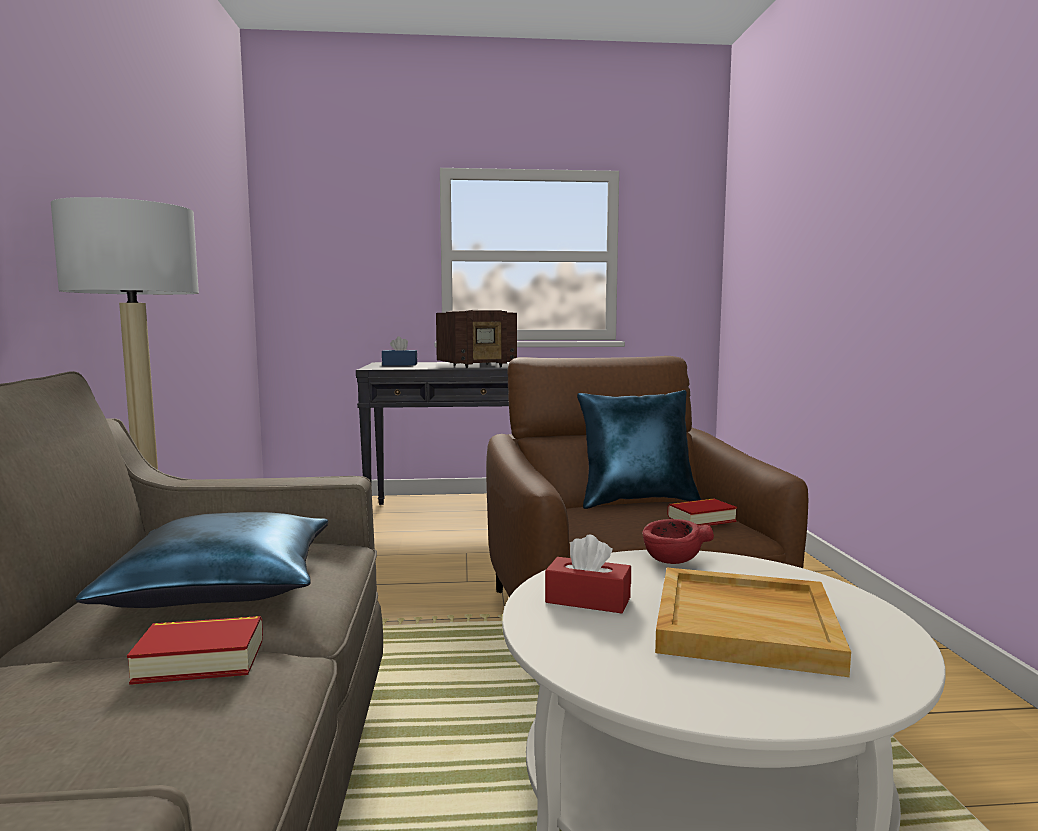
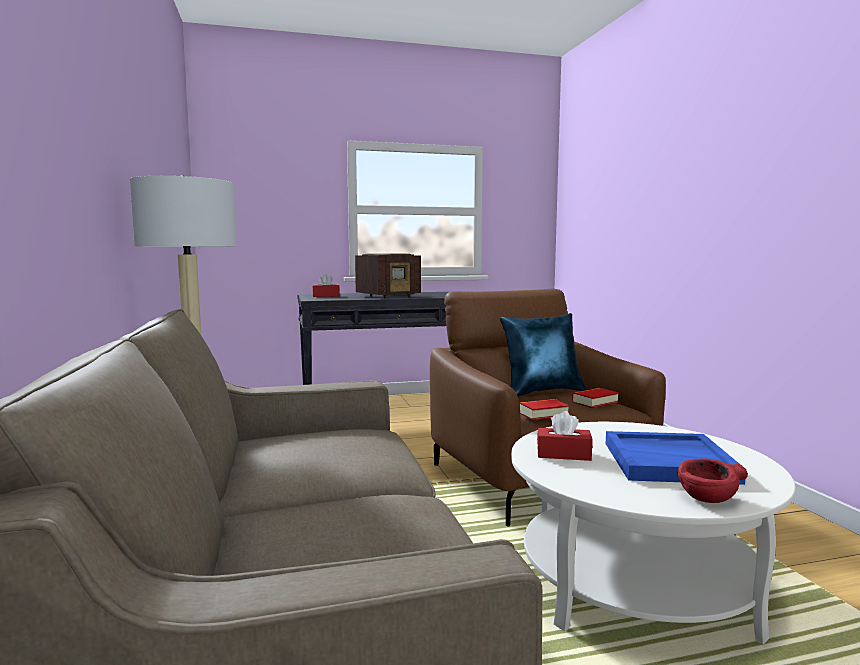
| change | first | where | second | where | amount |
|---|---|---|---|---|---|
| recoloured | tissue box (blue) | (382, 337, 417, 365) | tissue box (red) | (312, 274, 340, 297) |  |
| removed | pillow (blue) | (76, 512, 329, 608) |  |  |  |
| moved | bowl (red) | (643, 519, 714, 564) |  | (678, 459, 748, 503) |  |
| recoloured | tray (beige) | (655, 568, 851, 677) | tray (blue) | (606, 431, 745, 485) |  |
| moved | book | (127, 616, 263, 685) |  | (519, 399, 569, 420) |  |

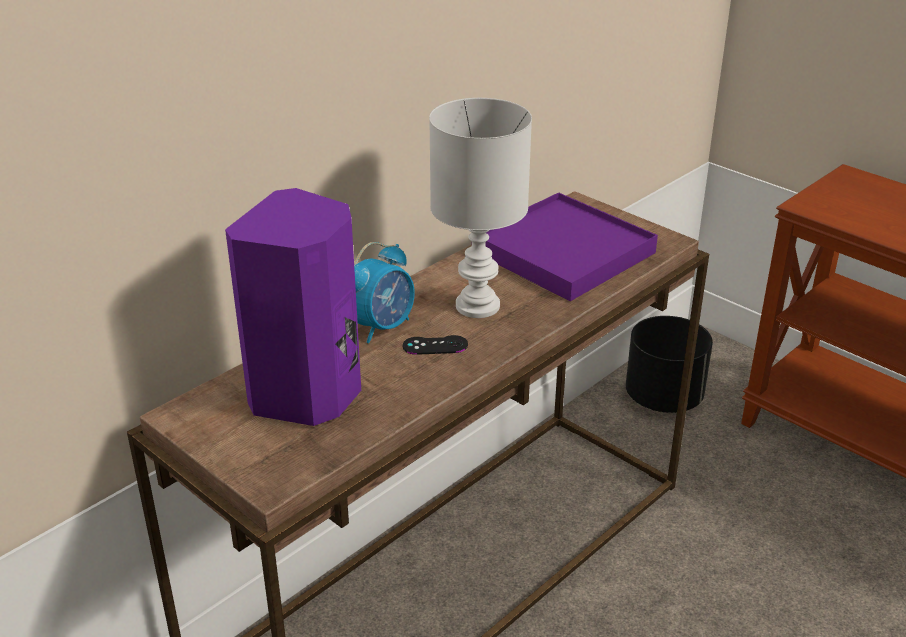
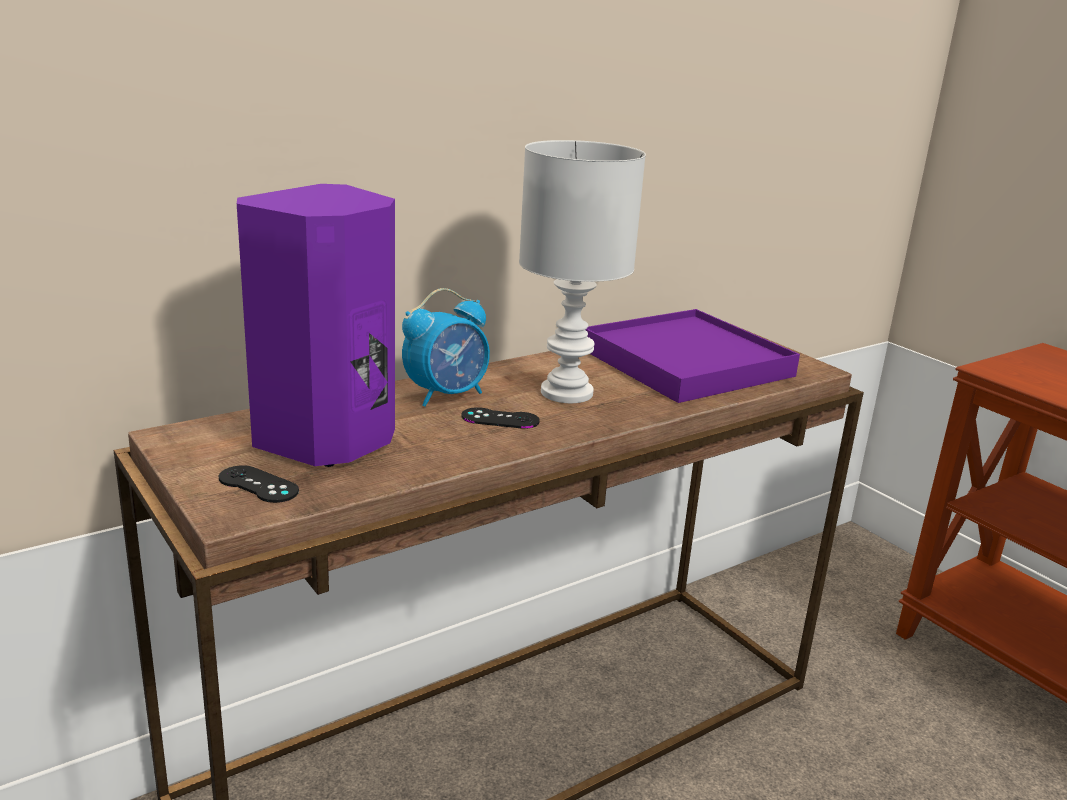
| change | first | where | second | where | amount |
|---|---|---|---|---|---|
| removed | planter (black) | (626, 316, 713, 413) |  |  |  |
| added |  |  | game controller (black) | (219, 465, 299, 503) |  |

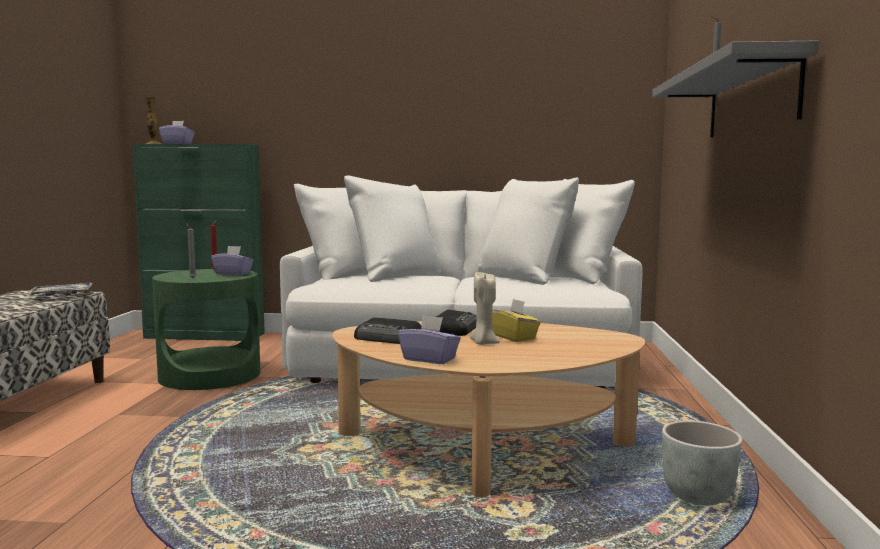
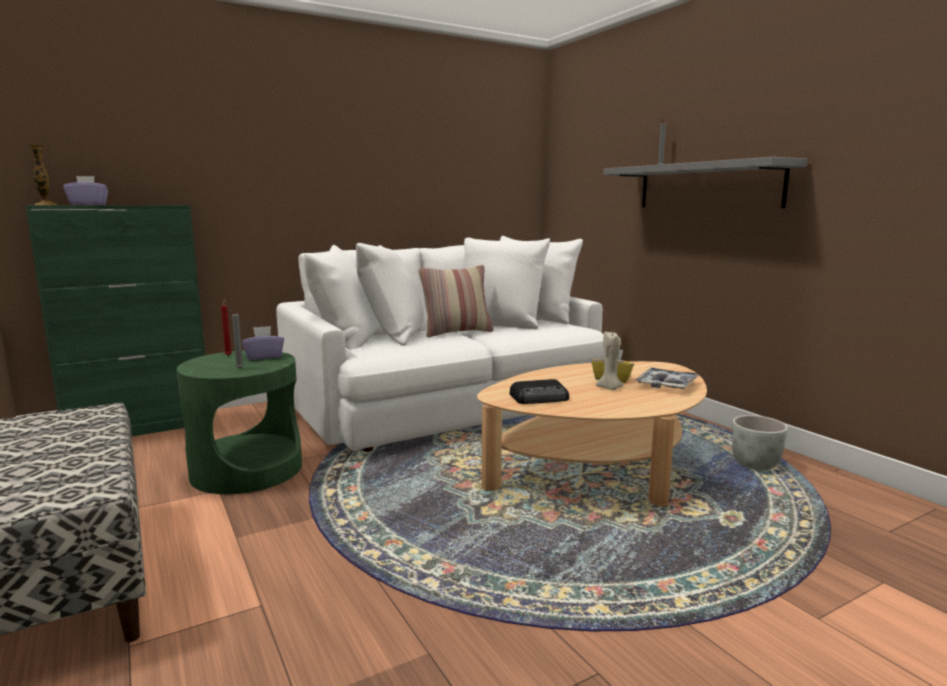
| change | first | where | second | where | amount |
|---|---|---|---|---|---|
| moved | tray | (28, 283, 93, 296) |  | (635, 368, 700, 389) |  |
| removed | radio | (436, 310, 476, 336) |  |  |  |
| removed | tissue box (purple) | (398, 315, 461, 364) |  |  |  |
| added |  |  | pillow | (418, 265, 494, 337) |  |

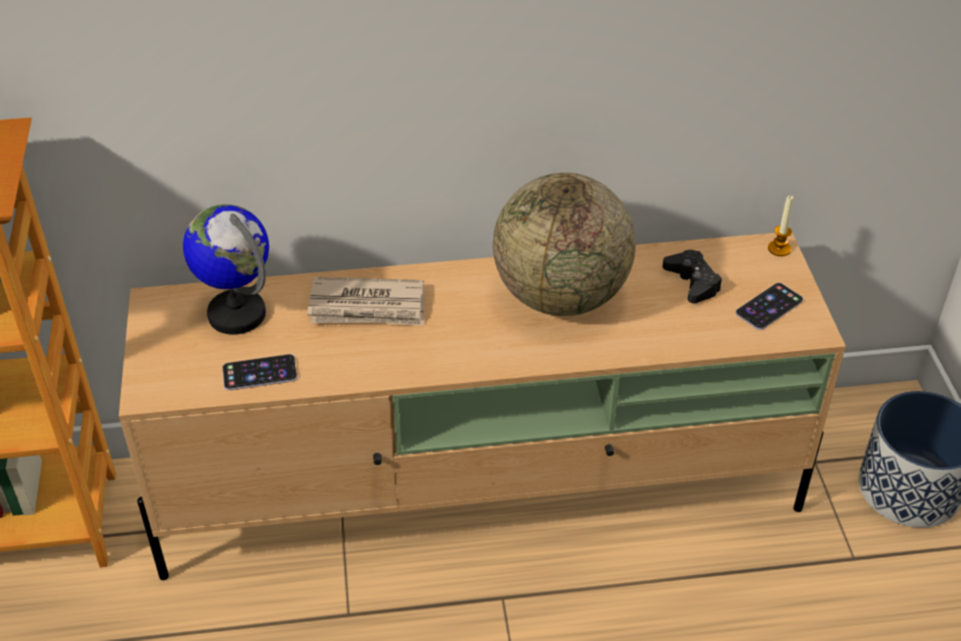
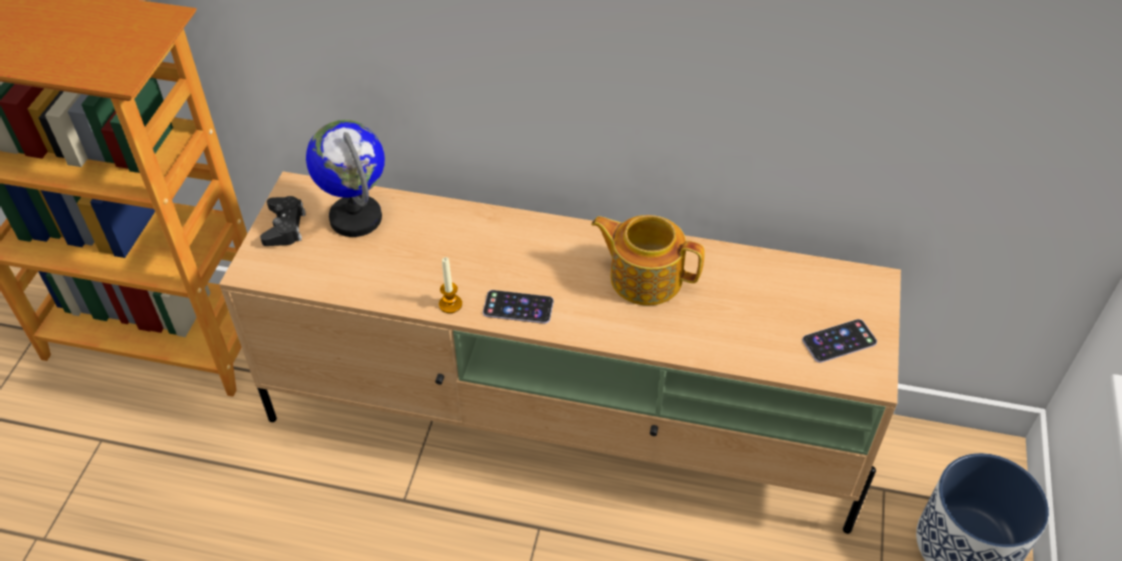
| change | first | where | second | where | amount |
|---|---|---|---|---|---|
| replaced | globe | (493, 173, 636, 316) | teapot | (591, 215, 705, 306) |  |
| moved | candle | (768, 195, 794, 256) |  | (439, 257, 462, 313) |  |
| moved | game controller (black) | (662, 250, 722, 303) |  | (260, 196, 306, 246) |  |
| removed | newspaper | (307, 277, 424, 325) |  |  |  |
| moved | phone | (222, 354, 298, 391) |  | (483, 290, 554, 324) |  |

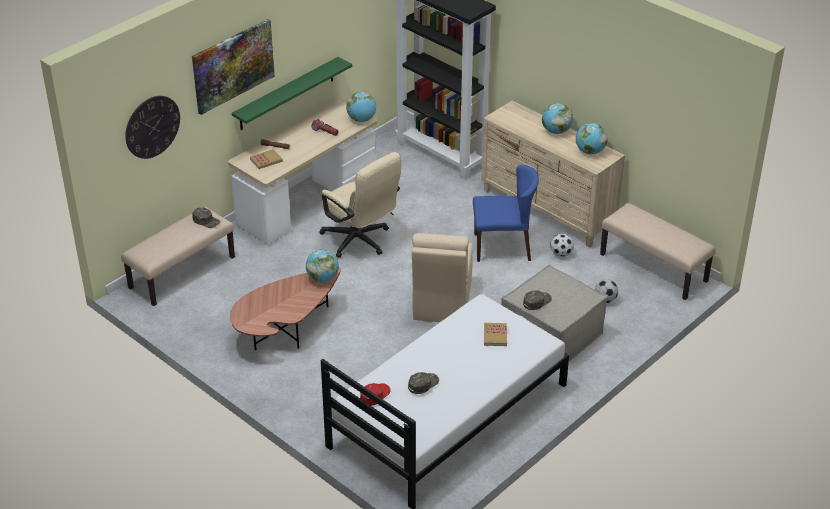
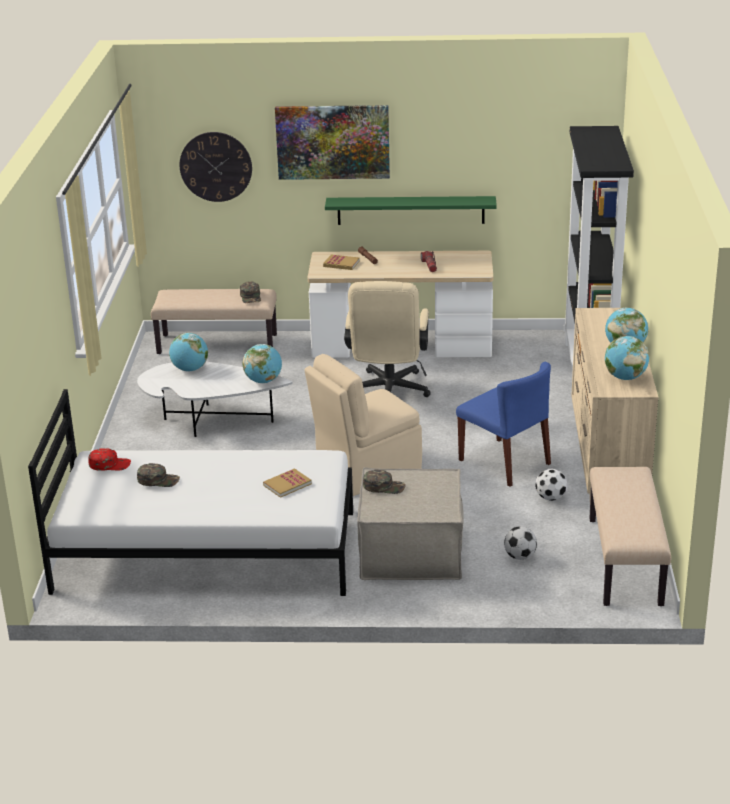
| change | first | where | second | where | amount |
|---|---|---|---|---|---|
| moved | globe | (346, 92, 376, 122) |  | (169, 333, 208, 371) |  |
| recoloured | coffee table (brown) | (230, 268, 341, 350) | coffee table (white) | (137, 362, 293, 437) |  |

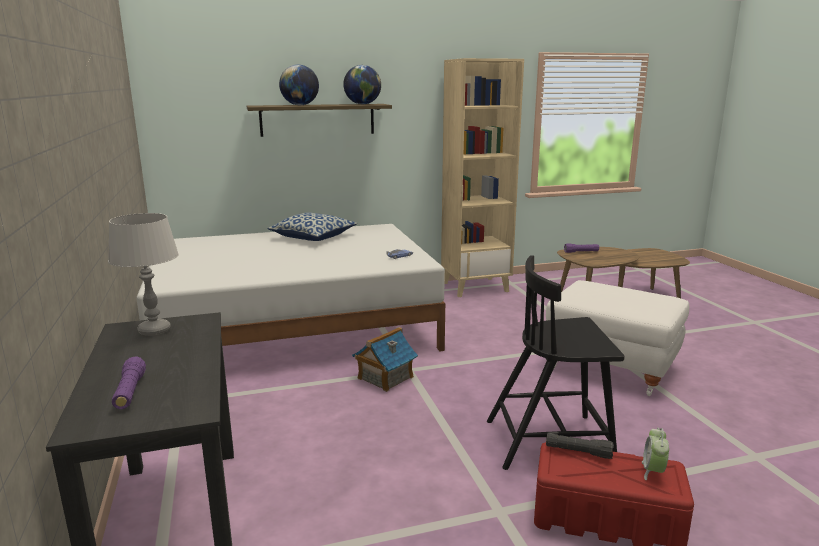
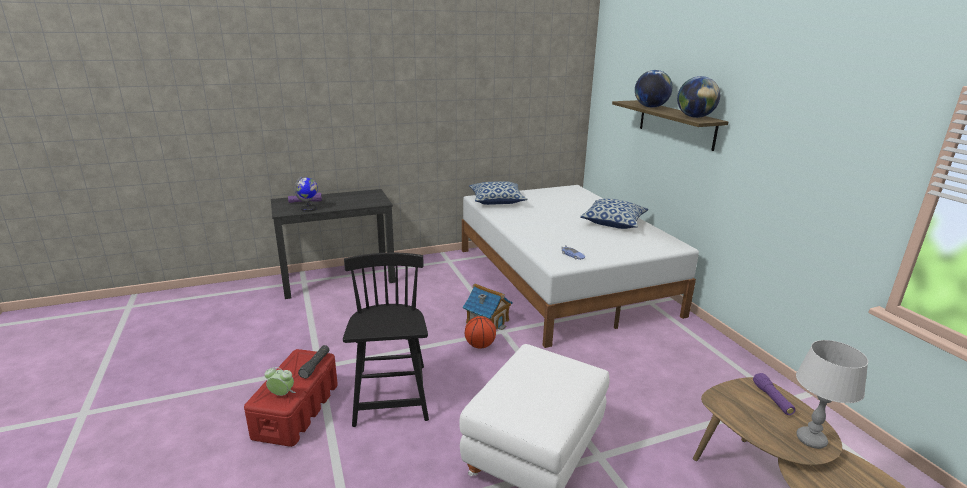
| change | first | where | second | where | amount |
|---|---|---|---|---|---|
| removed | bookcase (beige) | (441, 58, 524, 297) |  |  |  |
| moved | table lamp (grey) | (108, 213, 179, 336) |  | (796, 340, 868, 449) |  |
| added |  |  | globe | (294, 176, 318, 212) |  |
| added |  |  | pillow | (469, 181, 528, 205) |  |
| added |  |  | basketball | (465, 316, 496, 349) |  |

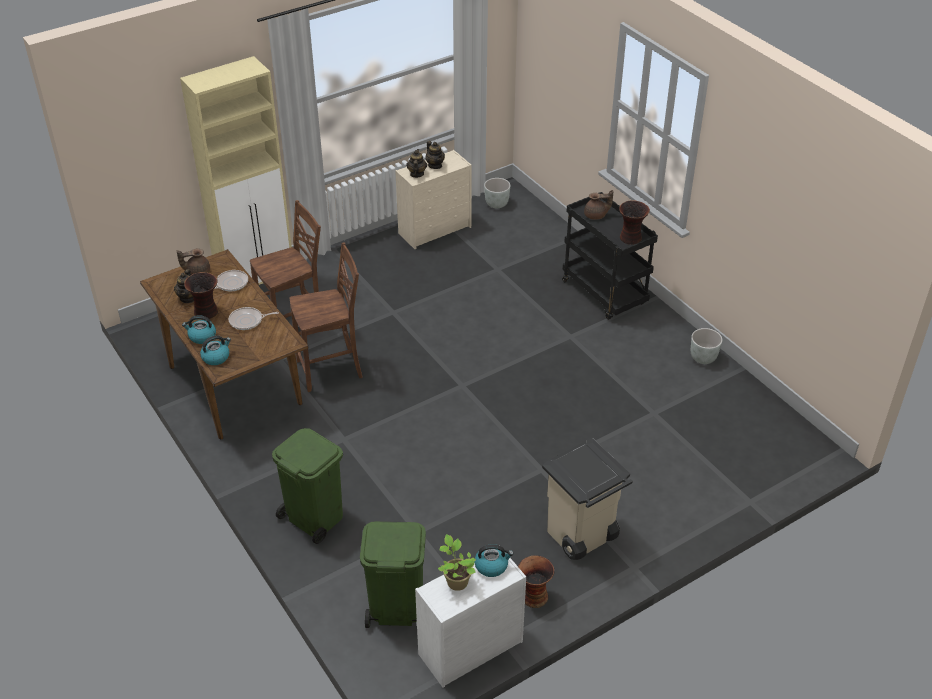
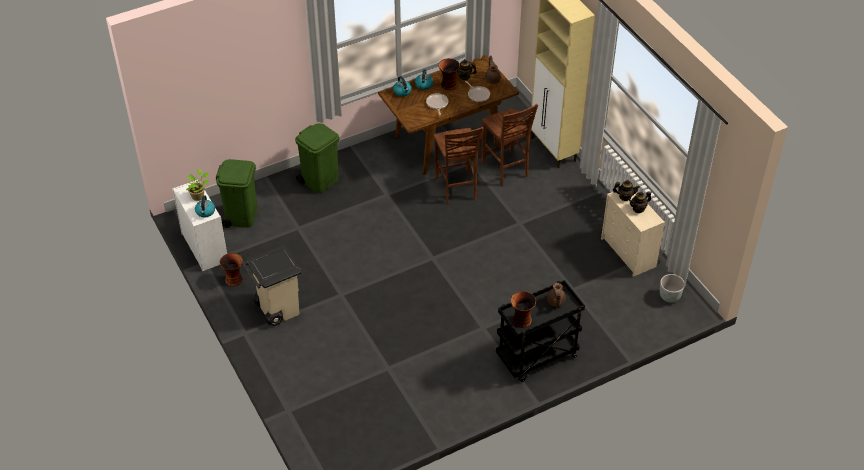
| change | first | where | second | where | amount |
|---|---|---|---|---|---|
| removed | planter (grey) | (691, 328, 722, 364) |  |  |  |

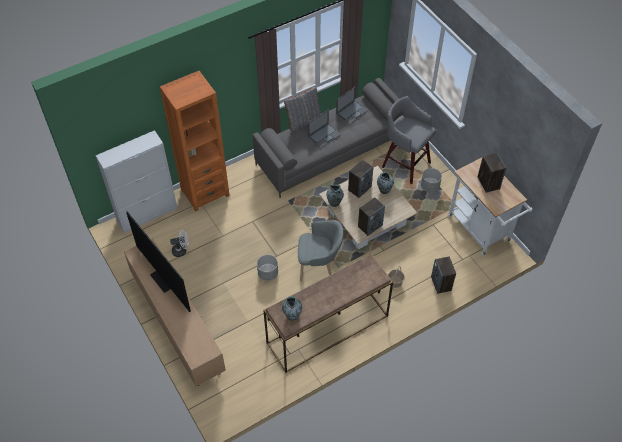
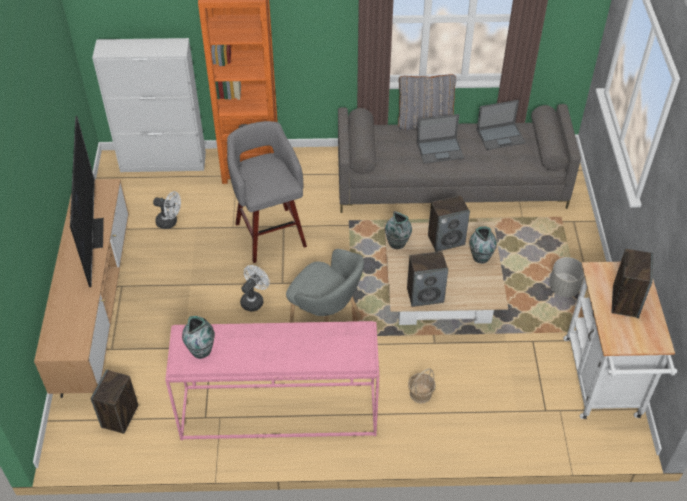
| change | first | where | second | where | amount |
|---|---|---|---|---|---|
| moved | stool (grey) | (382, 96, 436, 184) |  | (227, 121, 307, 263) |  |
| recoloured | console table (brown) | (263, 254, 393, 373) | console table (pink) | (165, 321, 379, 440) |  |
| replaced | planter (grey) | (257, 255, 278, 281) | fan (white) | (240, 265, 270, 312) |  |
| moved | speaker | (431, 256, 456, 294) |  | (91, 369, 138, 434) |  |

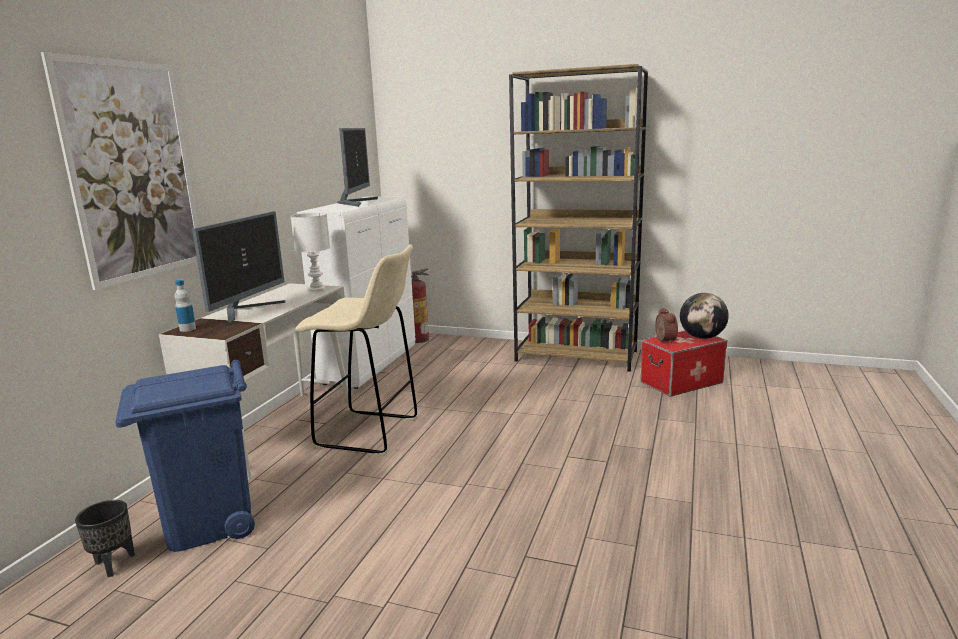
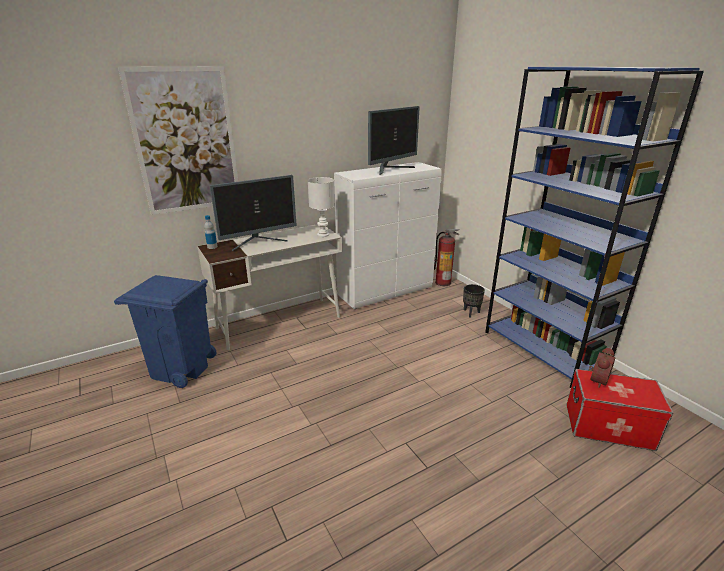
| change | first | where | second | where | amount |
|---|---|---|---|---|---|
| recoloured | bookcase (brown) | (509, 64, 648, 372) | bookcase (blue) | (485, 67, 704, 388) |  |
| removed | stool (beige) | (295, 245, 418, 456) |  |  |  |
| removed | globe | (680, 293, 729, 339) |  |  |  |
| moved | planter (black) | (75, 500, 135, 577) |  | (463, 284, 485, 318) |  |

